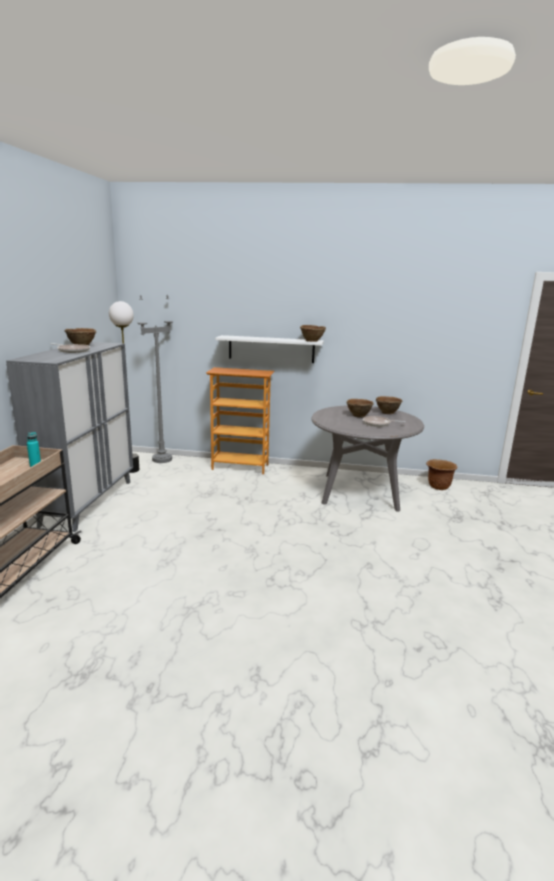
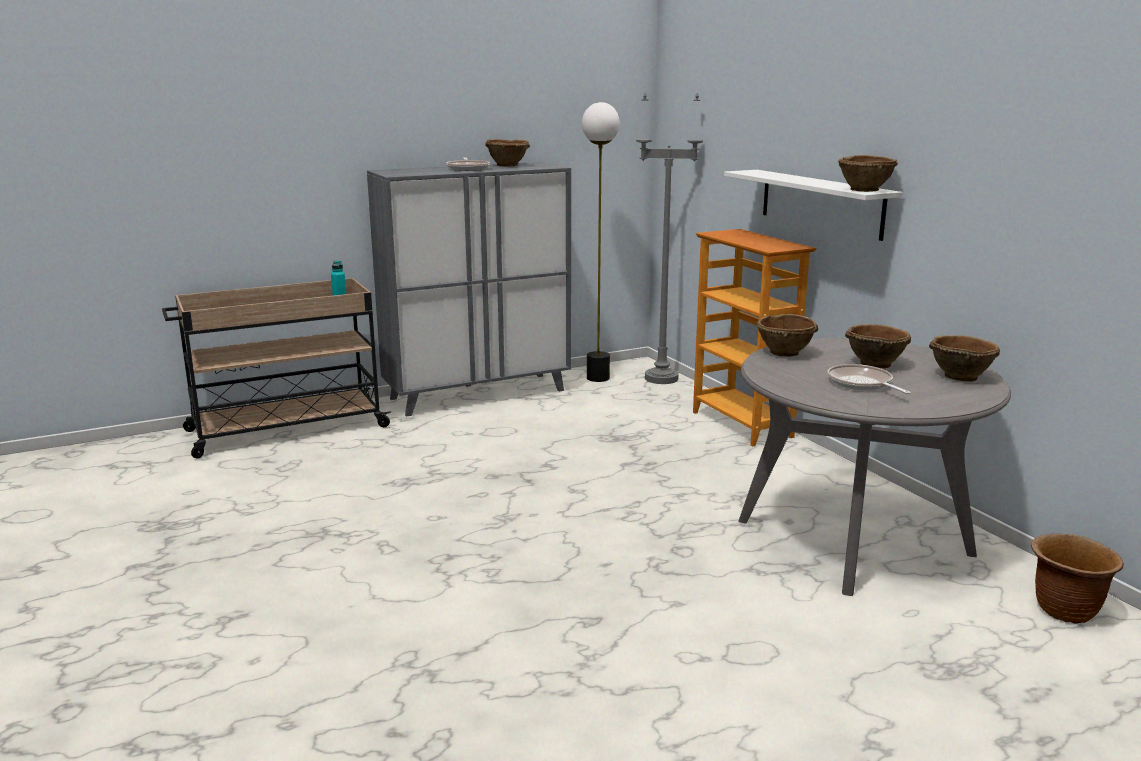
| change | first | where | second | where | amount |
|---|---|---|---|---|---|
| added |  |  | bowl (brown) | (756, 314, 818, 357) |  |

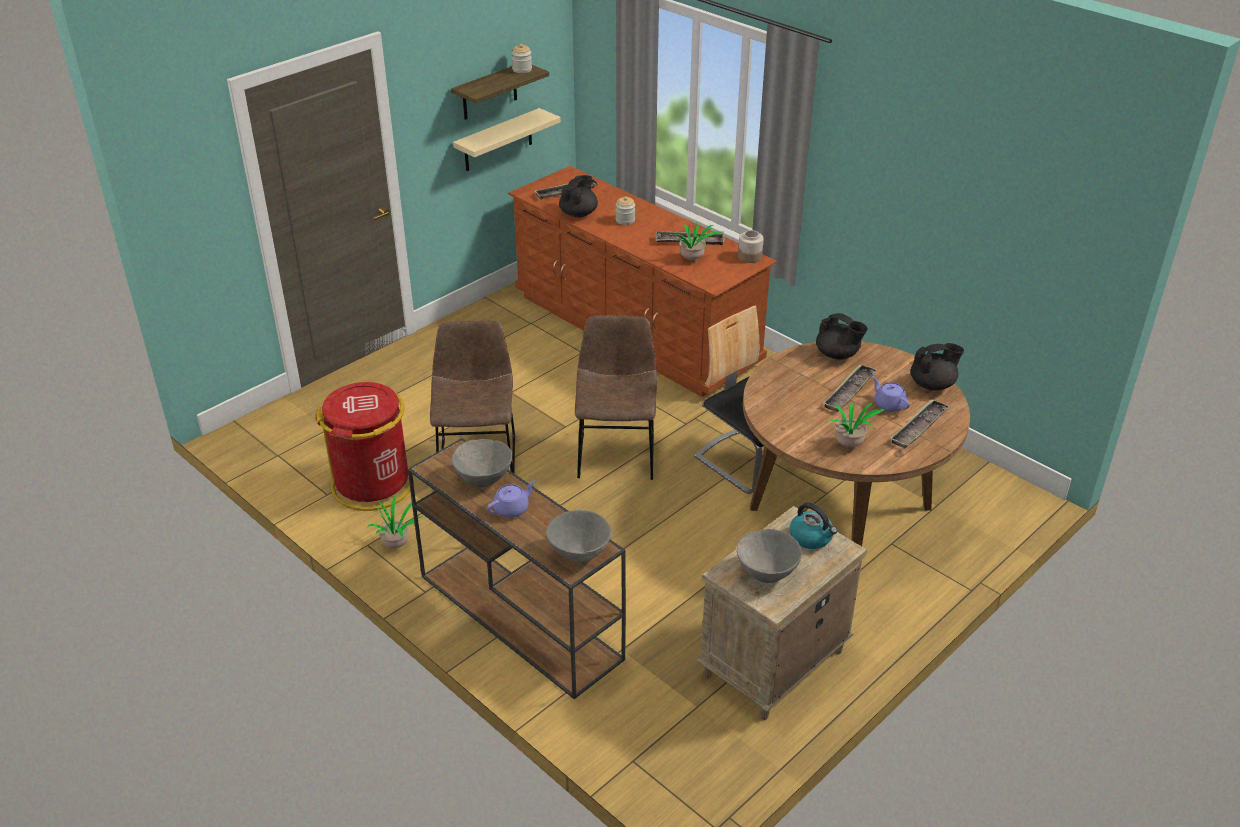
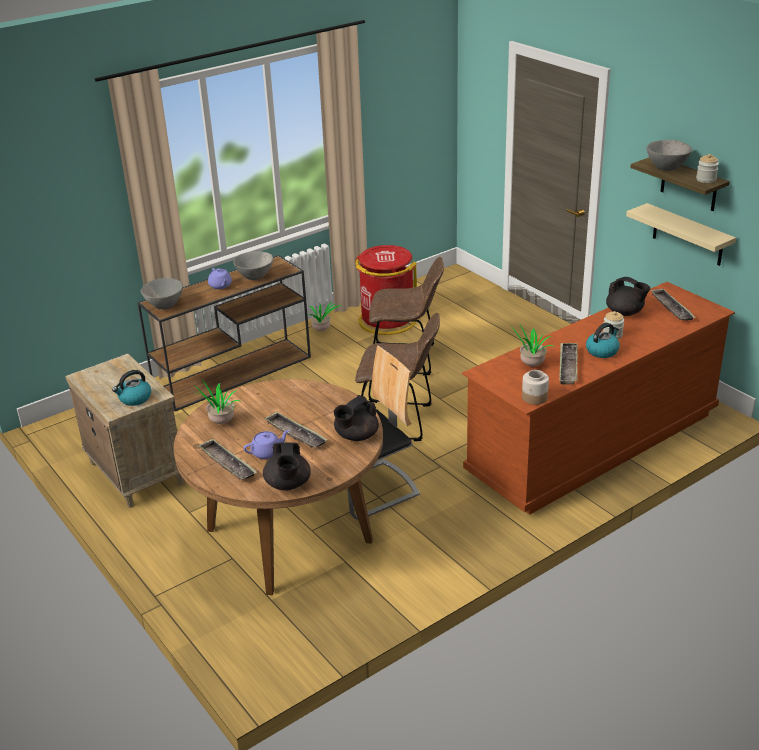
| change | first | where | second | where | amount |
|---|---|---|---|---|---|
| moved | bowl (grey) | (736, 529, 802, 583) |  | (647, 140, 693, 171) |  |
| added |  |  | kettle | (586, 323, 620, 358) |  |

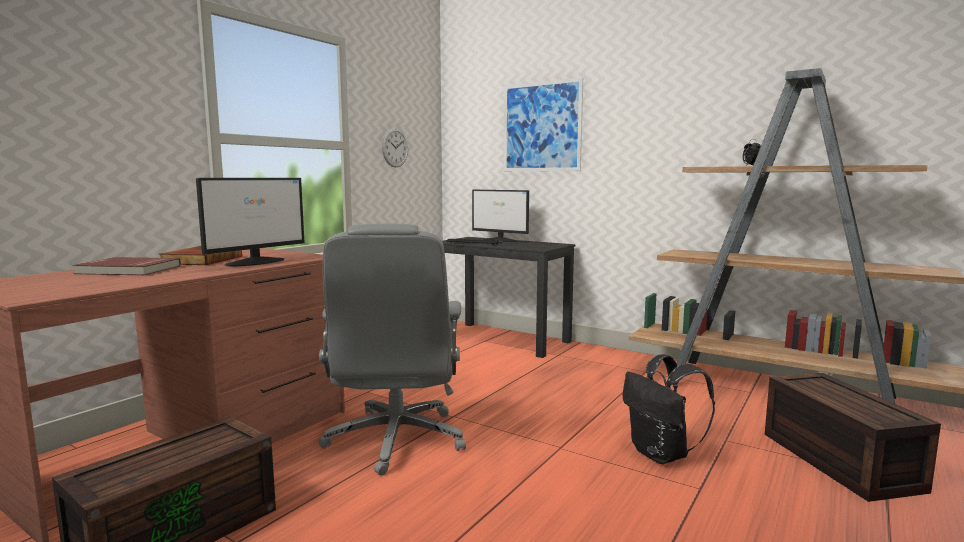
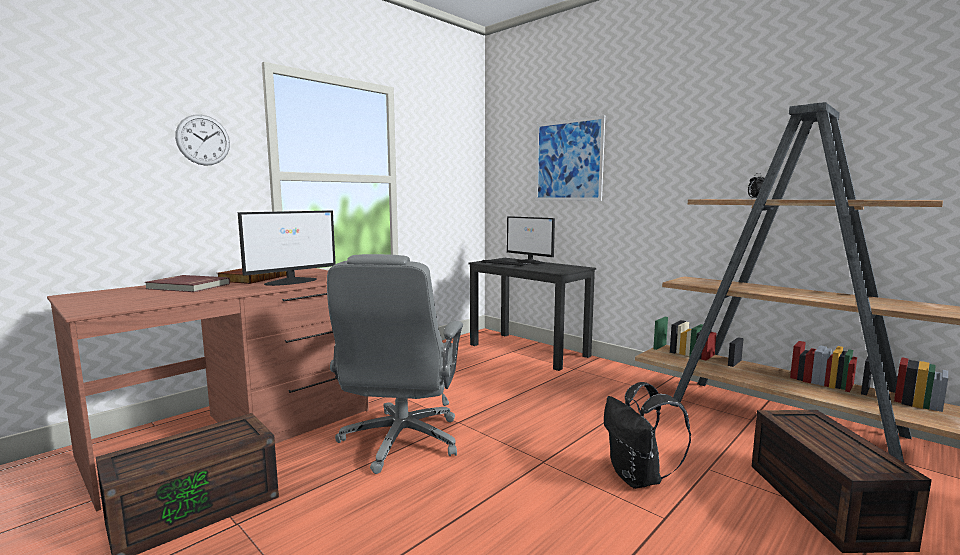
| change | first | where | second | where | amount |
|---|---|---|---|---|---|
| moved | wall clock | (382, 128, 408, 167) |  | (175, 115, 230, 166) |  |

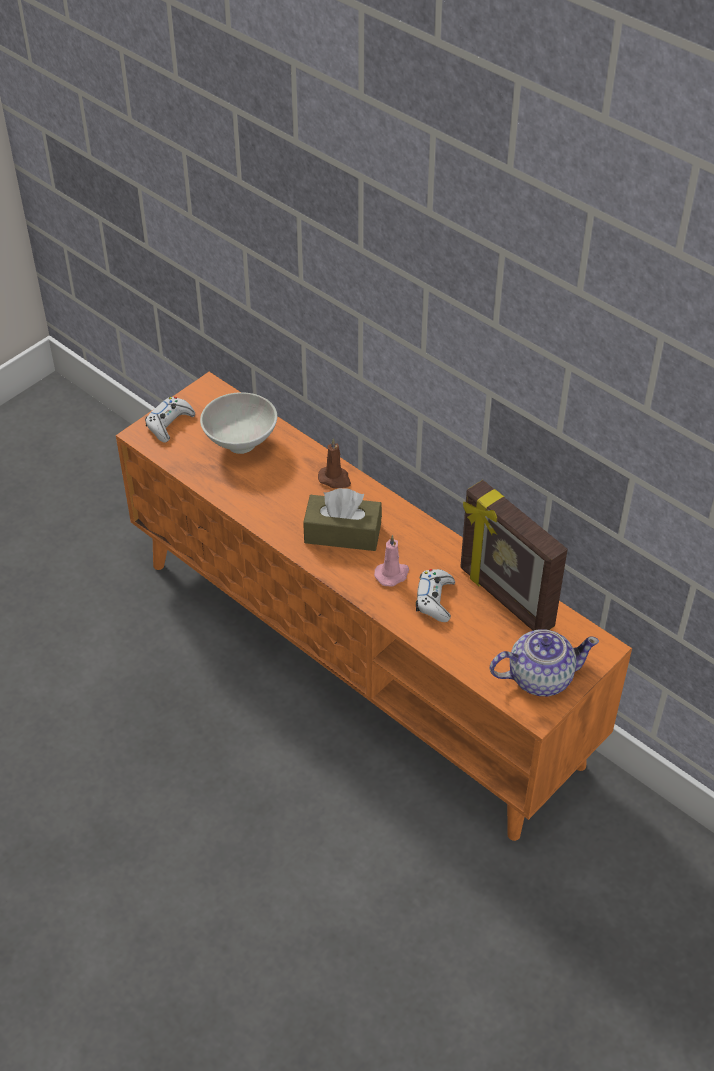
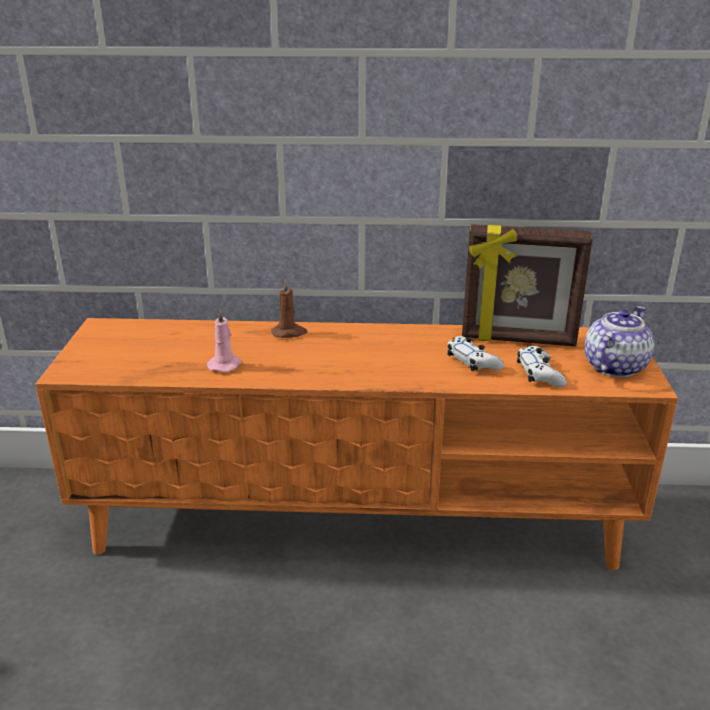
| change | first | where | second | where | amount |
|---|---|---|---|---|---|
| removed | bowl (white) | (200, 392, 277, 454) |  |  |  |
| moved | game controller (white) | (145, 397, 195, 443) |  | (517, 346, 567, 387) |  |
| removed | tissue box (brown) | (303, 488, 382, 551) |  |  |  |
| moved | candle (pink) | (374, 535, 409, 586) |  | (207, 309, 242, 373) |  |

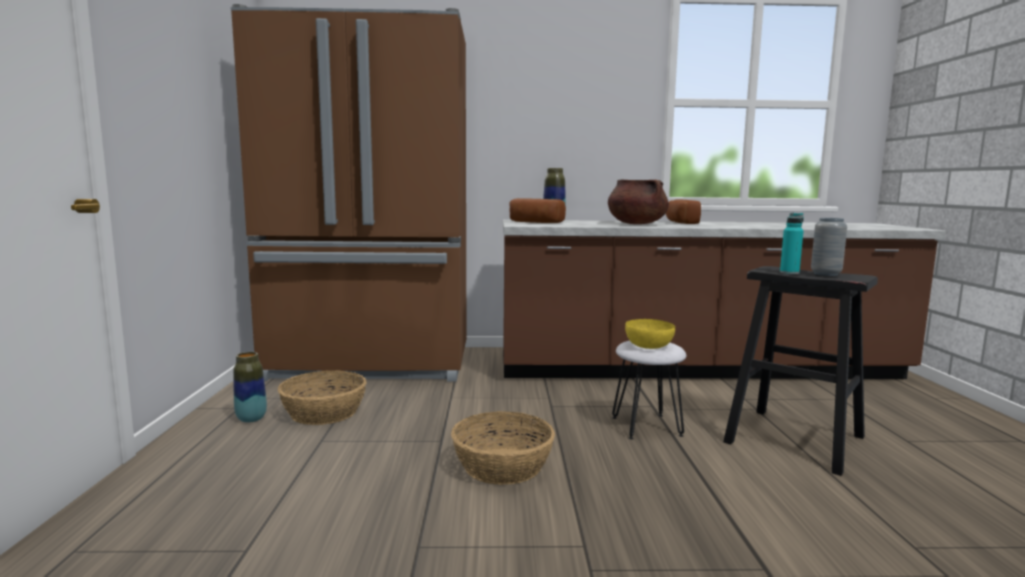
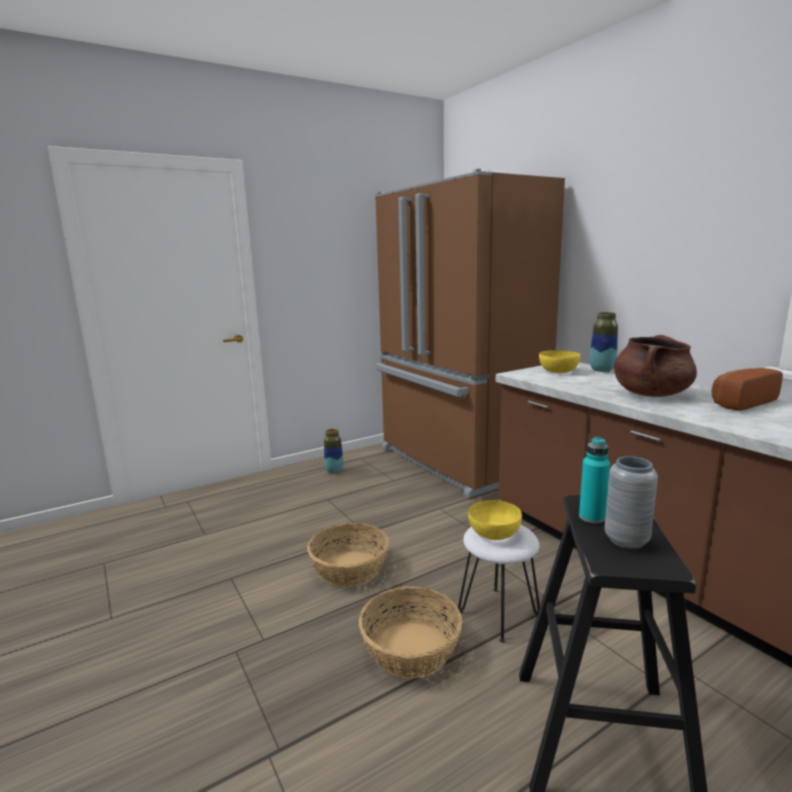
| change | first | where | second | where | amount |
|---|---|---|---|---|---|
| replaced | bread | (509, 198, 566, 223) | bowl (yellow) | (539, 350, 581, 373) |  |
| moved | basket | (278, 370, 367, 425) |  | (359, 586, 463, 678) |  |

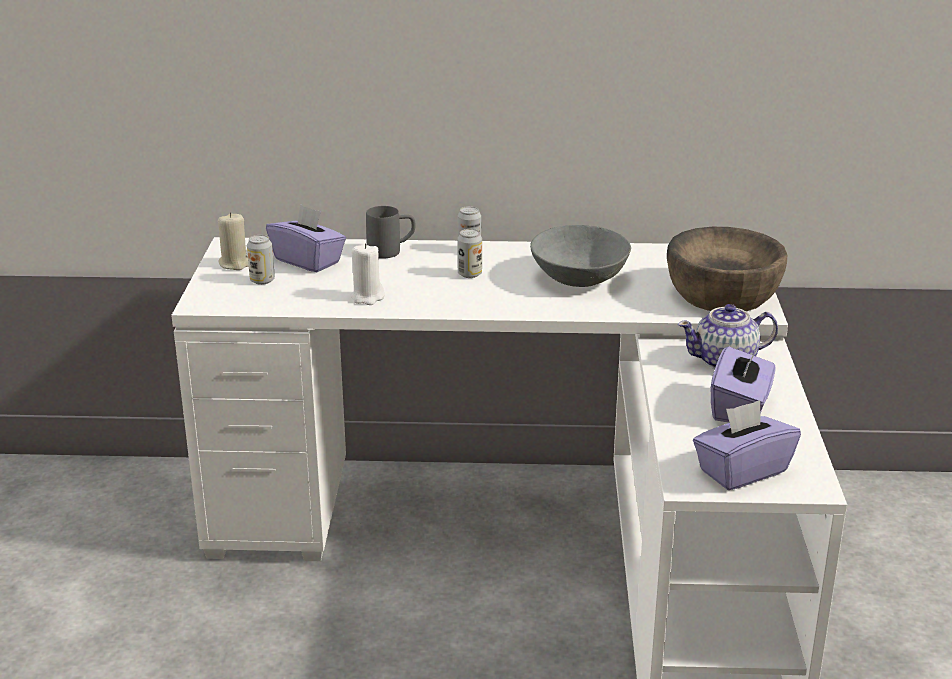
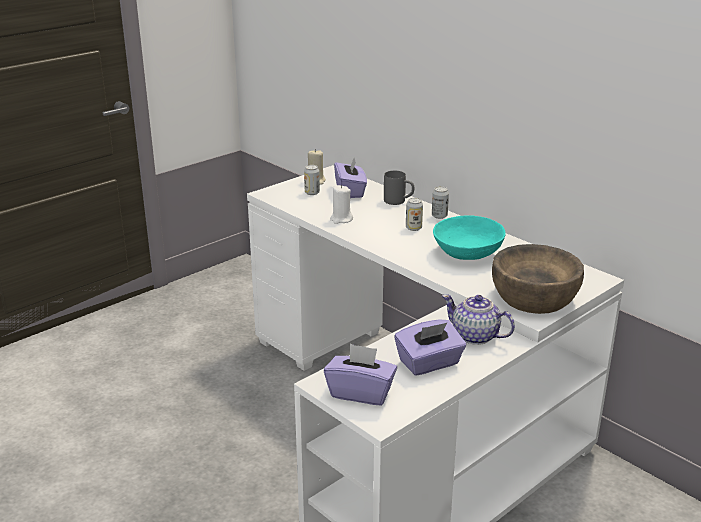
| change | first | where | second | where | amount |
|---|---|---|---|---|---|
| recoloured | bowl (grey) | (530, 225, 631, 287) | bowl (turquoise) | (433, 215, 506, 260) |  |

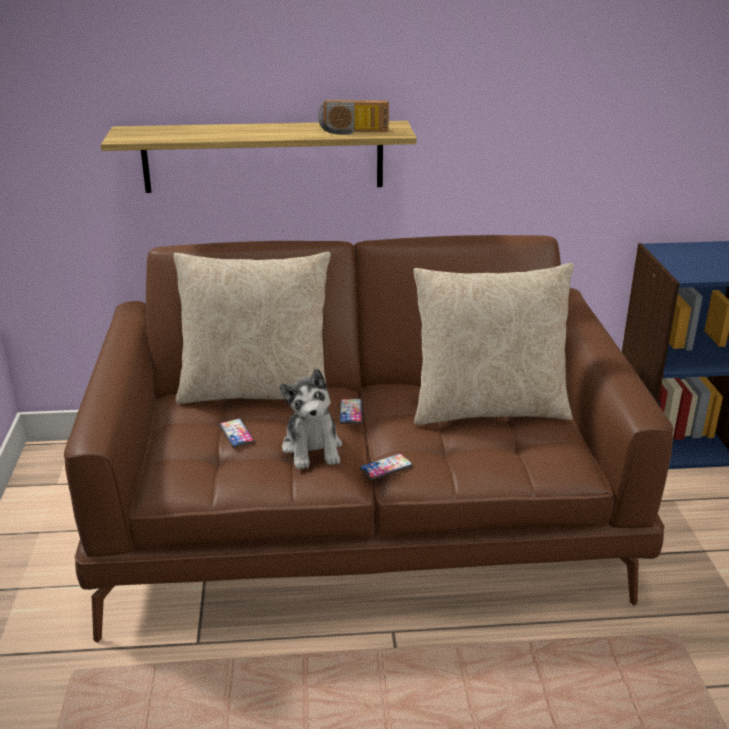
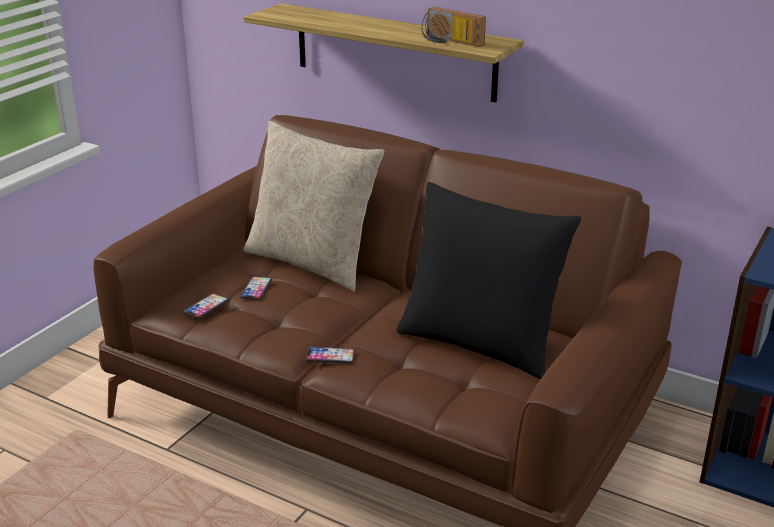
| change | first | where | second | where | amount |
|---|---|---|---|---|---|
| recoloured | pillow (beige) | (413, 263, 574, 425) | pillow (black) | (396, 182, 581, 379) |  |
| removed | plush toy | (280, 368, 342, 469) |  |  |  |
| moved | phone | (339, 399, 362, 424) |  | (184, 293, 228, 319) |  |

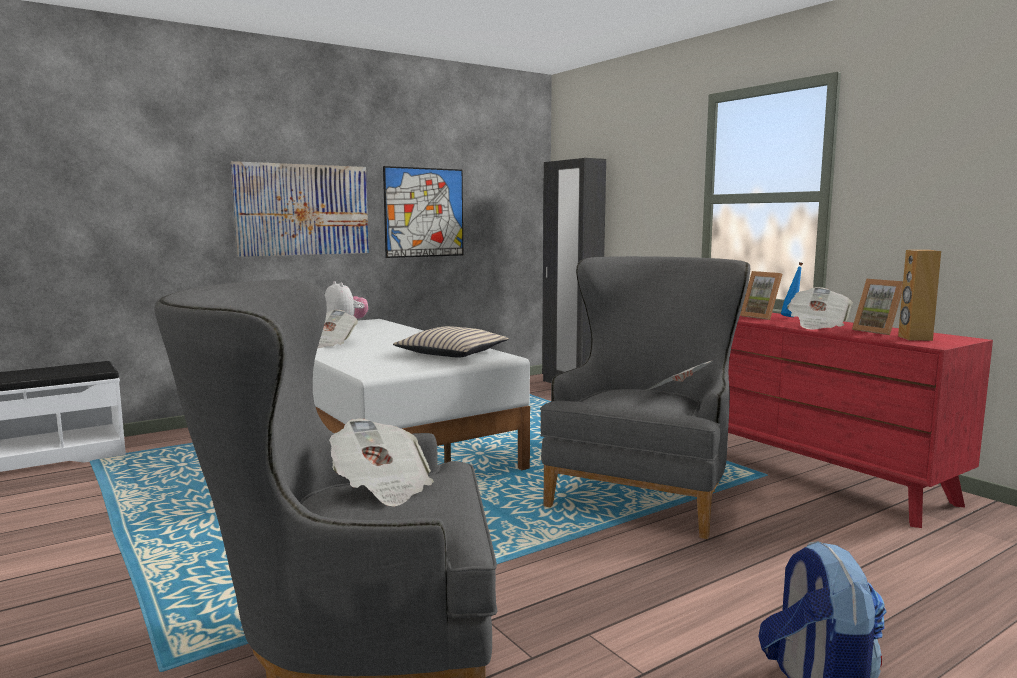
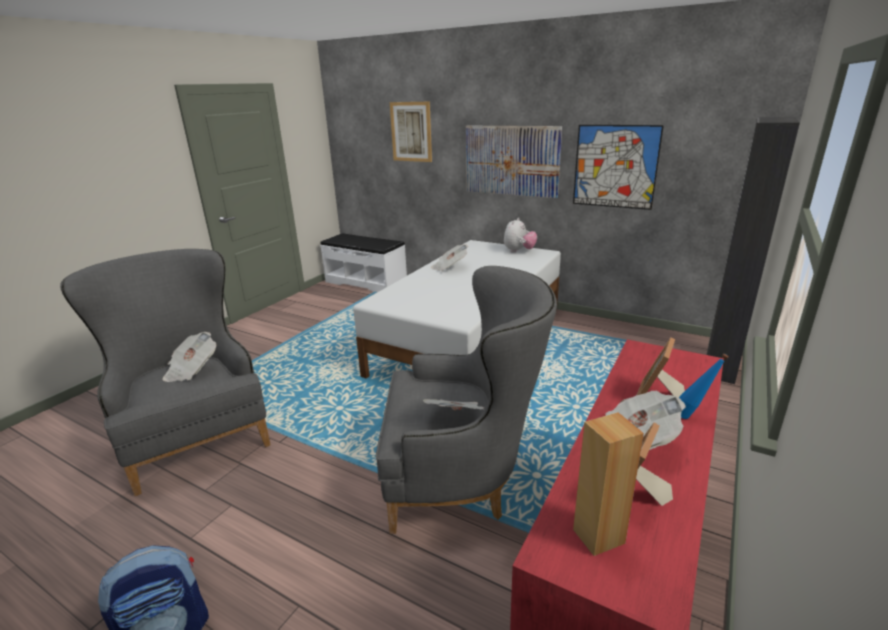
| change | first | where | second | where | amount |
|---|---|---|---|---|---|
| removed | pillow (beige) | (393, 326, 509, 358) |  |  |  |
| added |  |  | picture | (390, 102, 432, 162) |  |

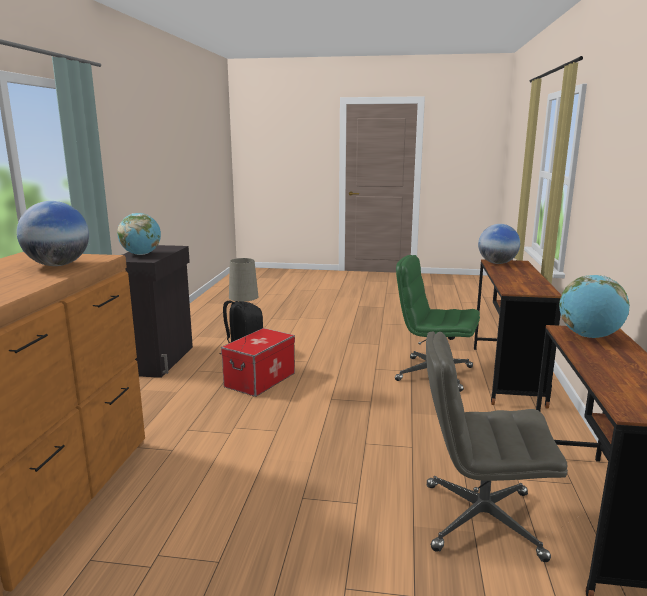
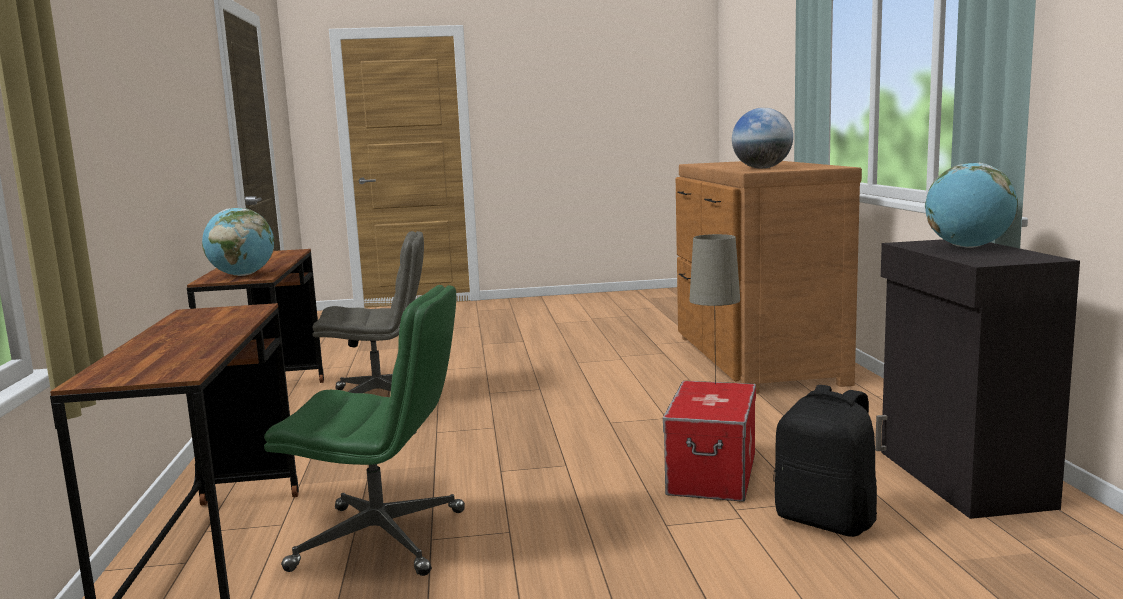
| change | first | where | second | where | amount |
|---|---|---|---|---|---|
| removed | globe | (478, 224, 520, 264) |  |  |  |

